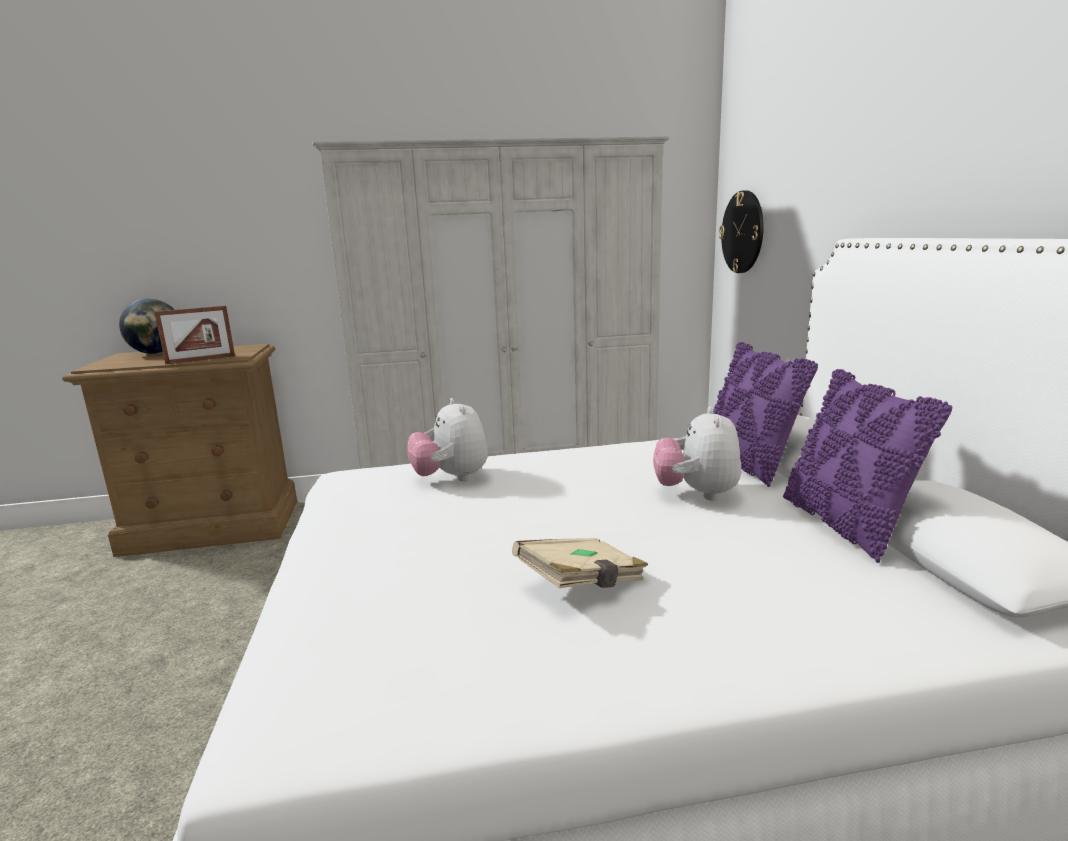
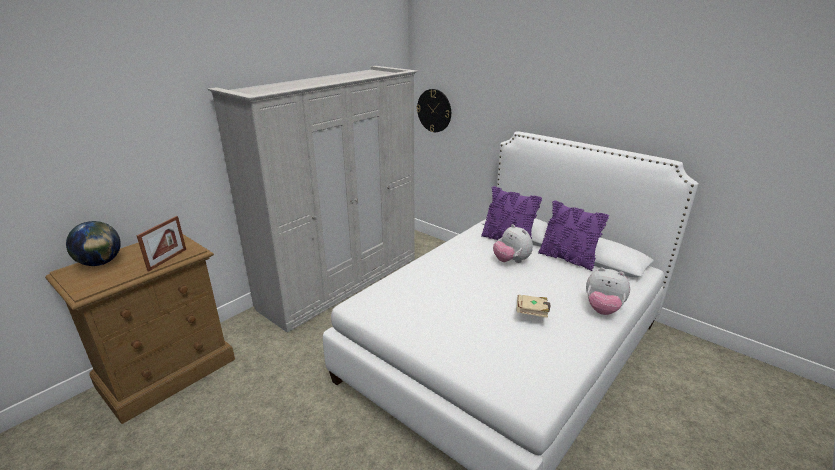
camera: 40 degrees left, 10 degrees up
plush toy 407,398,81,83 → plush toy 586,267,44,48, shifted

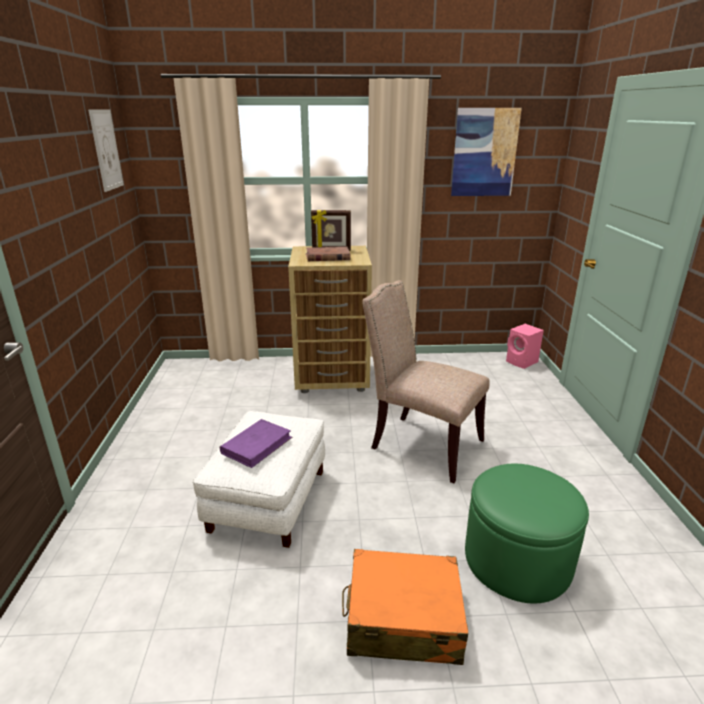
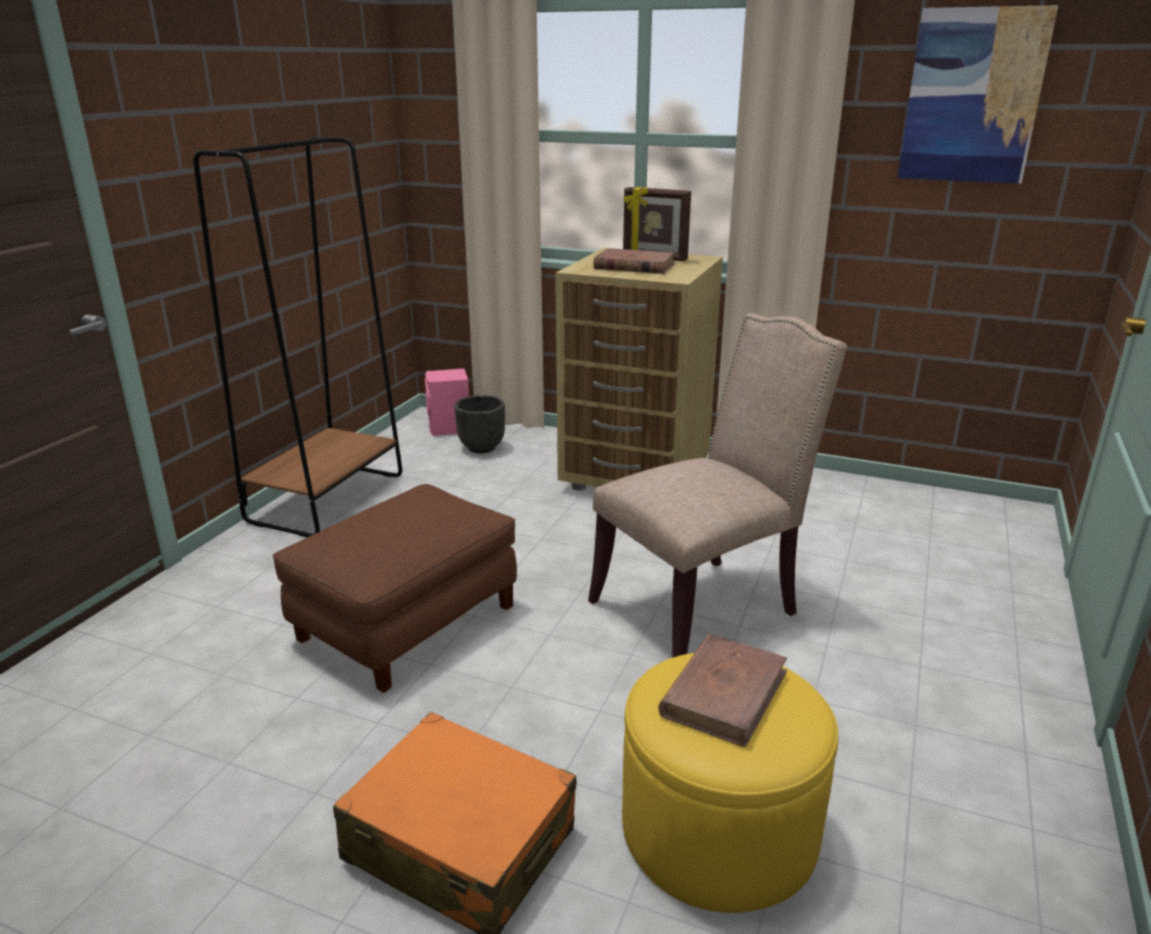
camera: 25 degrees right, 0 degrees up
- → clothes rack 193,137,209,400
white ottoman 193,410,132,138 → brown ottoman 272,484,245,209
pink speaker 506,324,38,45 → pink speaker 425,369,44,67, shifted
- → black planter 454,395,51,58
beige chair 363,280,127,203 → beige chair 588,313,259,345, 90 degrees clockwise
green ottoman 465,464,124,139 → yellow ottoman 622,653,216,260
- → brown book 658,634,129,113
picture 88,110,36,82 → -
purple book 220,419,72,49 → -

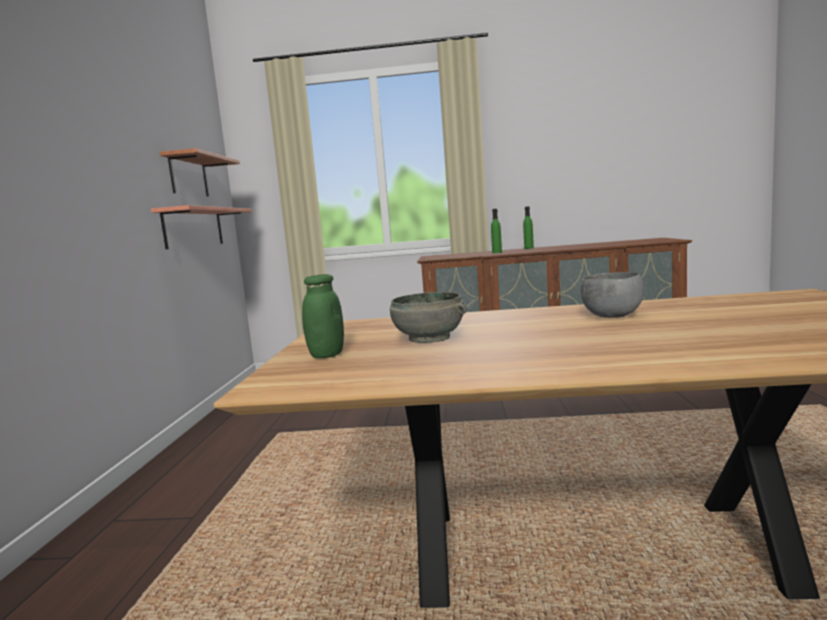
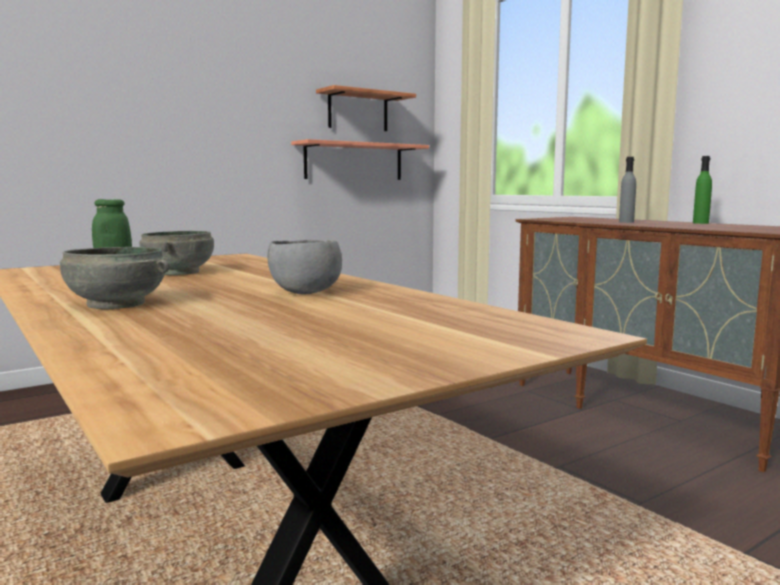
camera: 50 degrees right, 0 degrees up
- → grey bowl 60,247,110,62
green bottle 491,209,11,44 → grey bottle 619,157,17,66

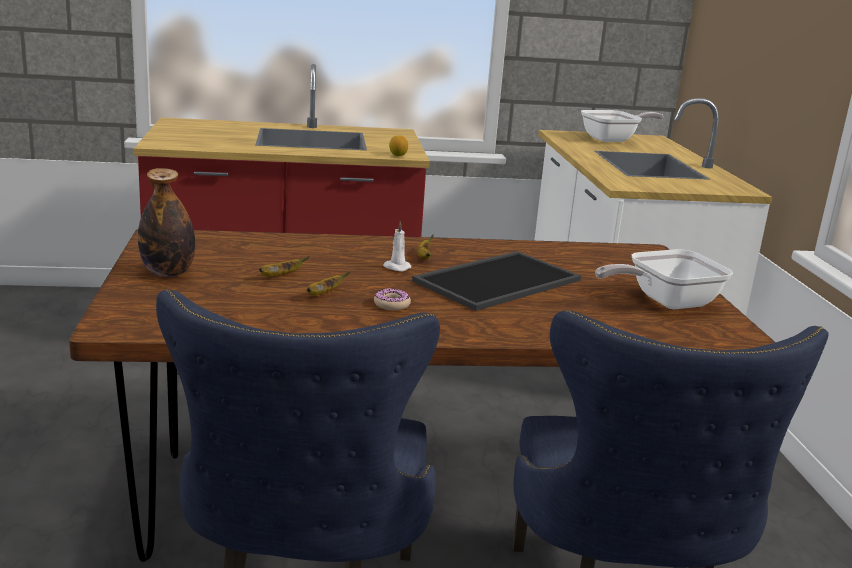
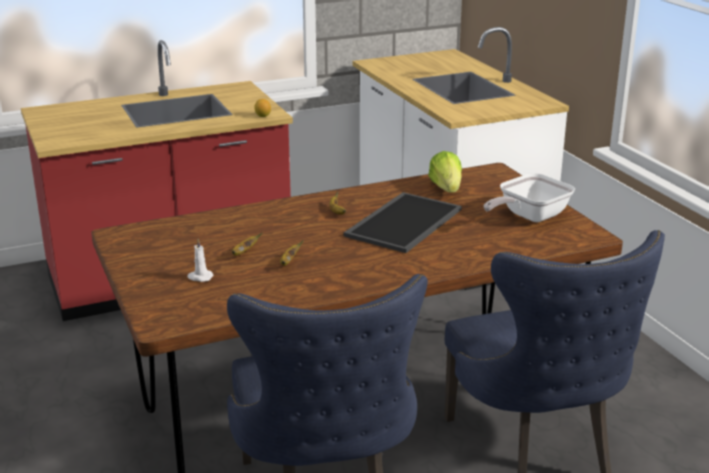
camera: 15 degrees left, 5 degrees up
white candle 383,221,28,50 → white candle 187,239,27,43, shifted
- → lettuce 428,151,34,41
bottle 138,168,57,109 → -
donut 374,288,37,23 → -
frying pan 581,110,83,32 → -

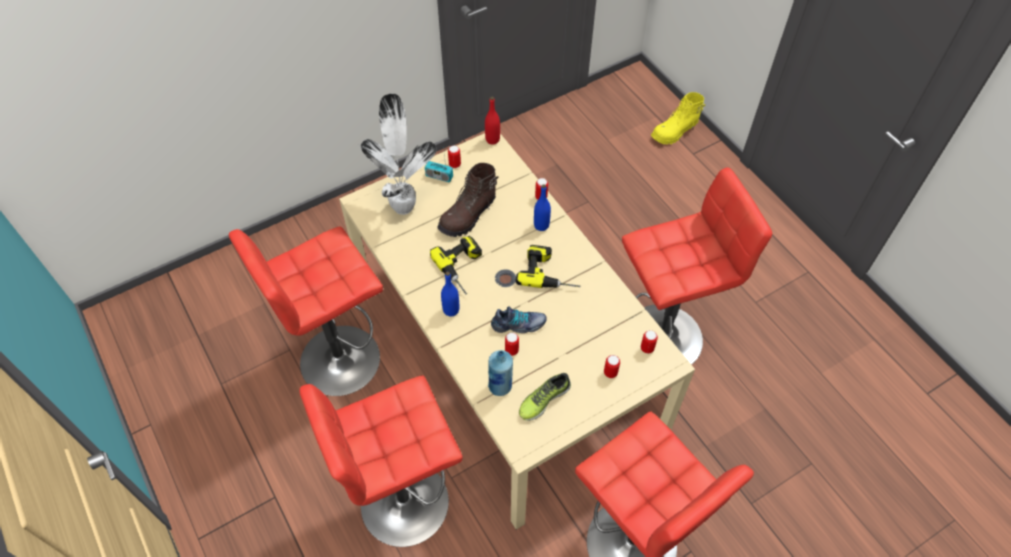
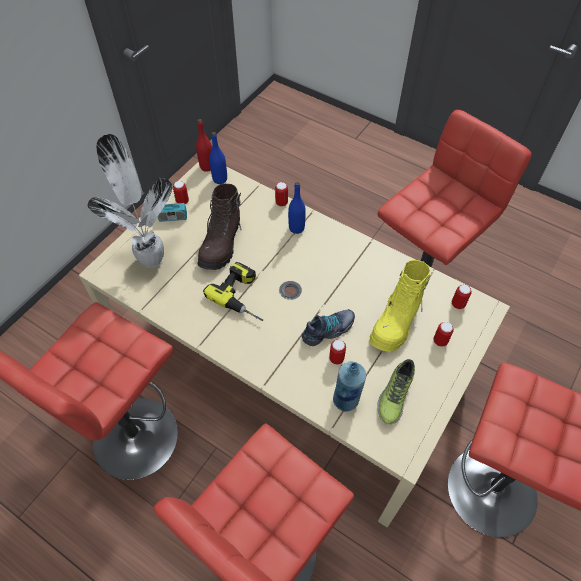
camera: 25 degrees left, 0 degrees up
blue bottle 441,272,18,44 → blue bottle 209,132,18,52, shifted
yellow boot 651,92,55,53 → yellow boot 369,260,63,92, shifted
power drill 516,245,65,43 → -

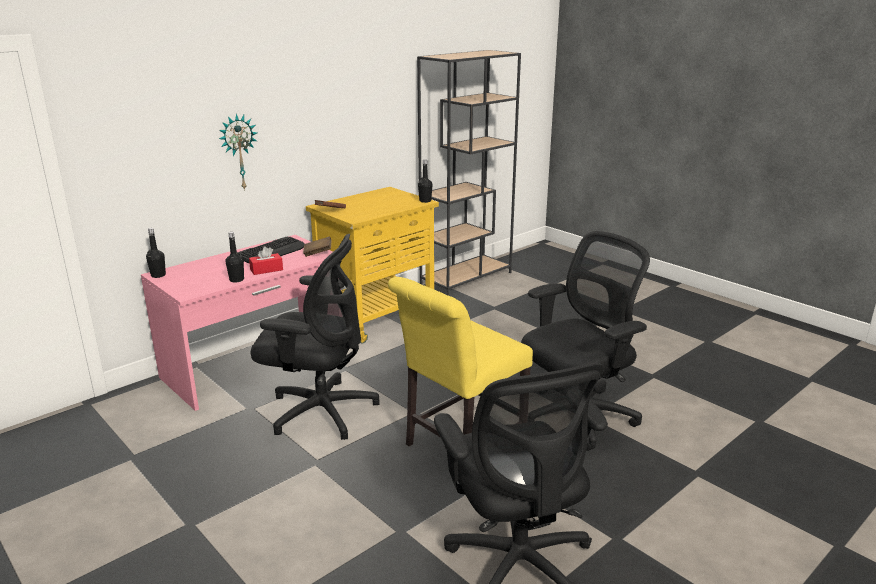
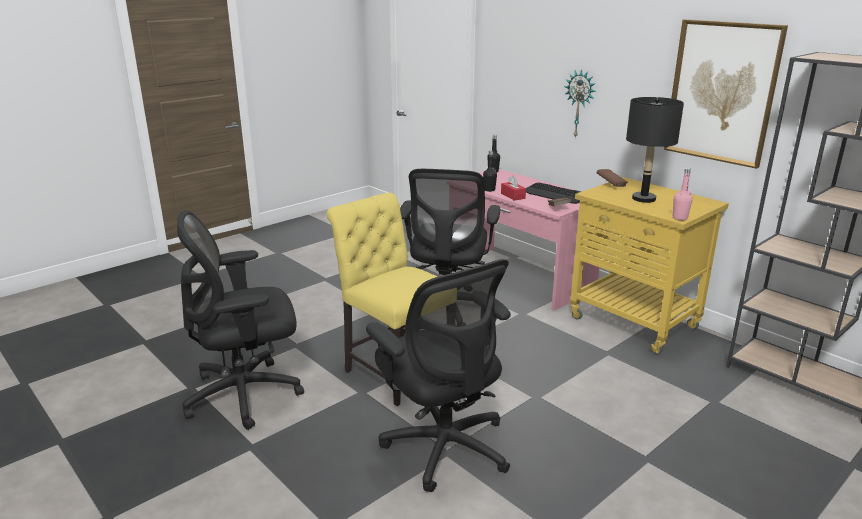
camera: 90 degrees right, 0 degrees up
- → black table lamp 626,97,58,106
- → picture 664,19,124,150
black bottle 418,159,14,44 → pink bottle 673,168,20,52

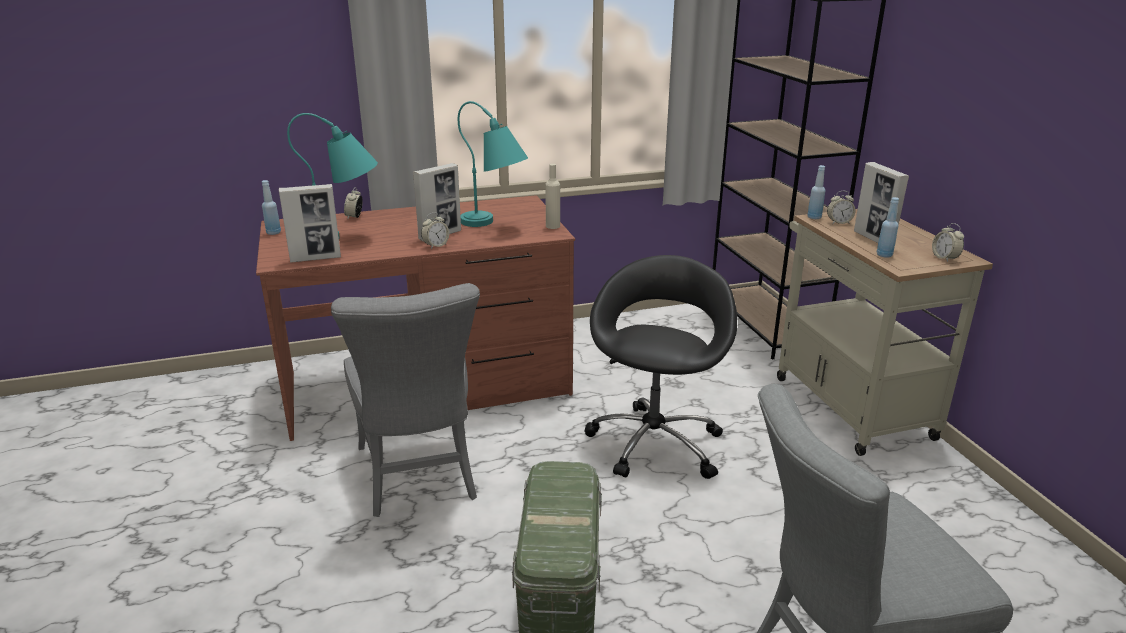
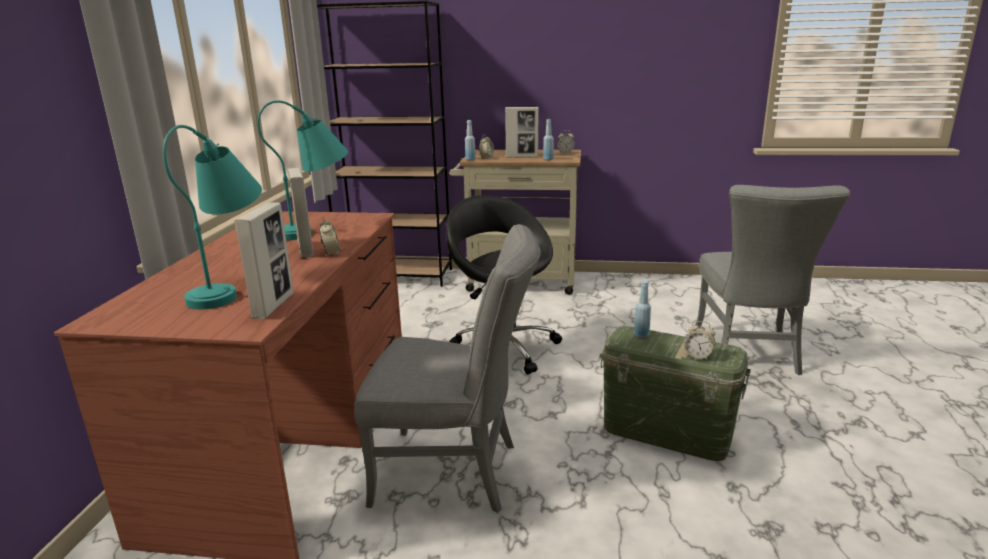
camera: 65 degrees left, 5 degrees down
blue bottle 262,180,19,55 → blue bottle 634,281,17,57, shifted
alarm clock 344,187,19,31 → alarm clock 684,321,32,39, shifted
beige bottle 545,164,15,65 → -

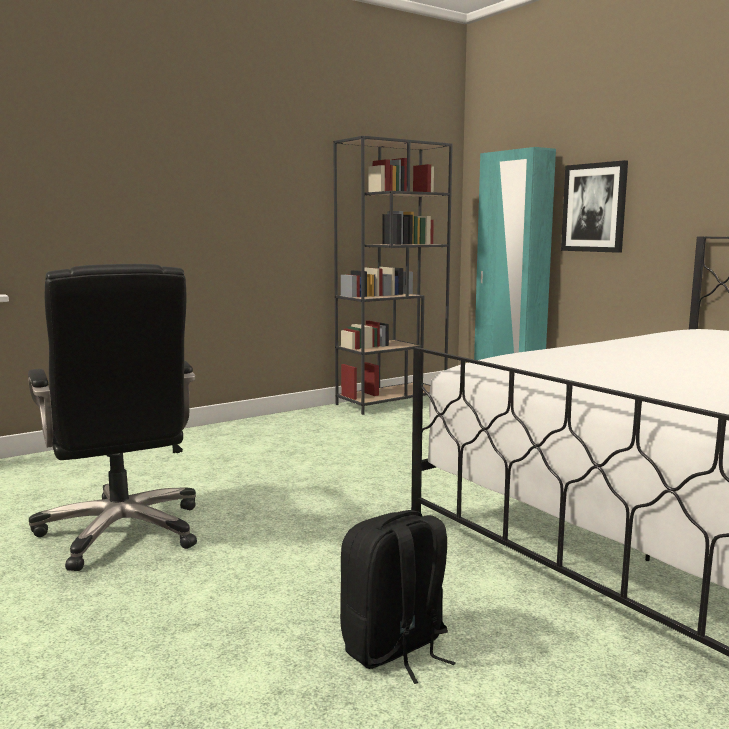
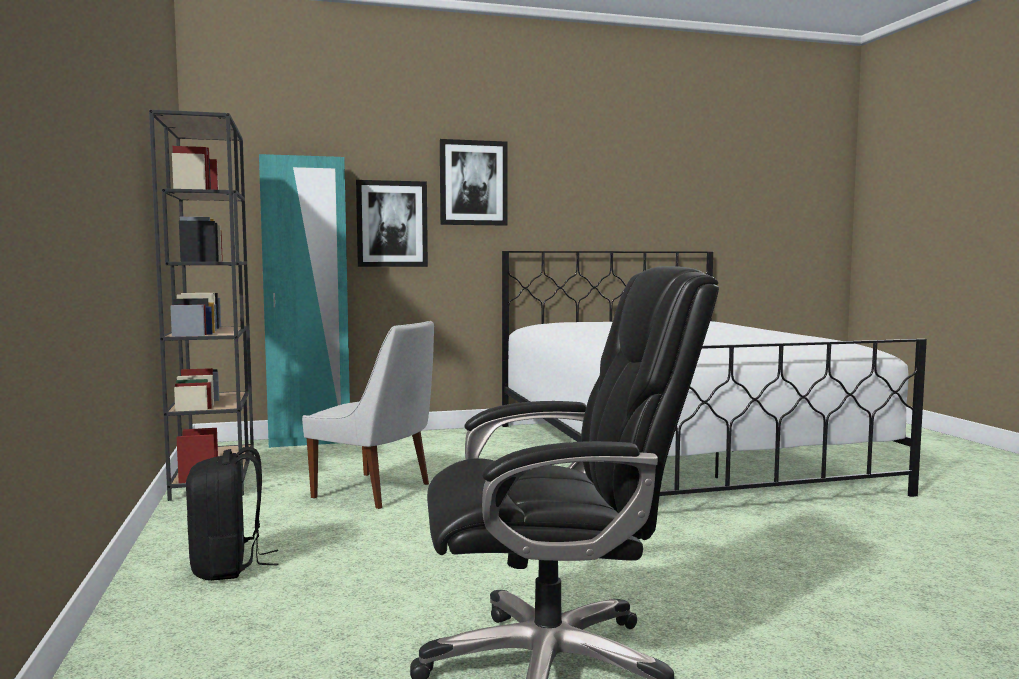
camera: 70 degrees left, 5 degrees down
black backpack 340,510,116,174 → black backpack 186,447,93,134, shifted
- → white chair 302,321,132,188
- → picture 440,139,68,86

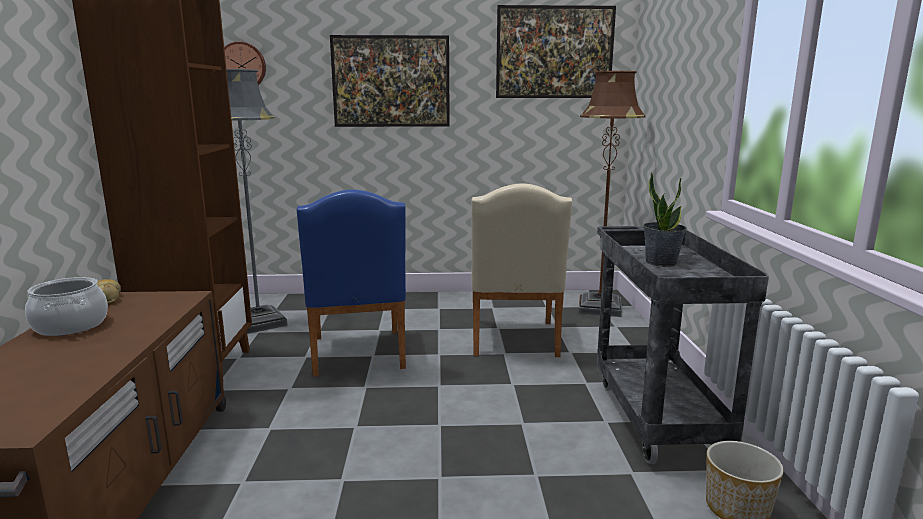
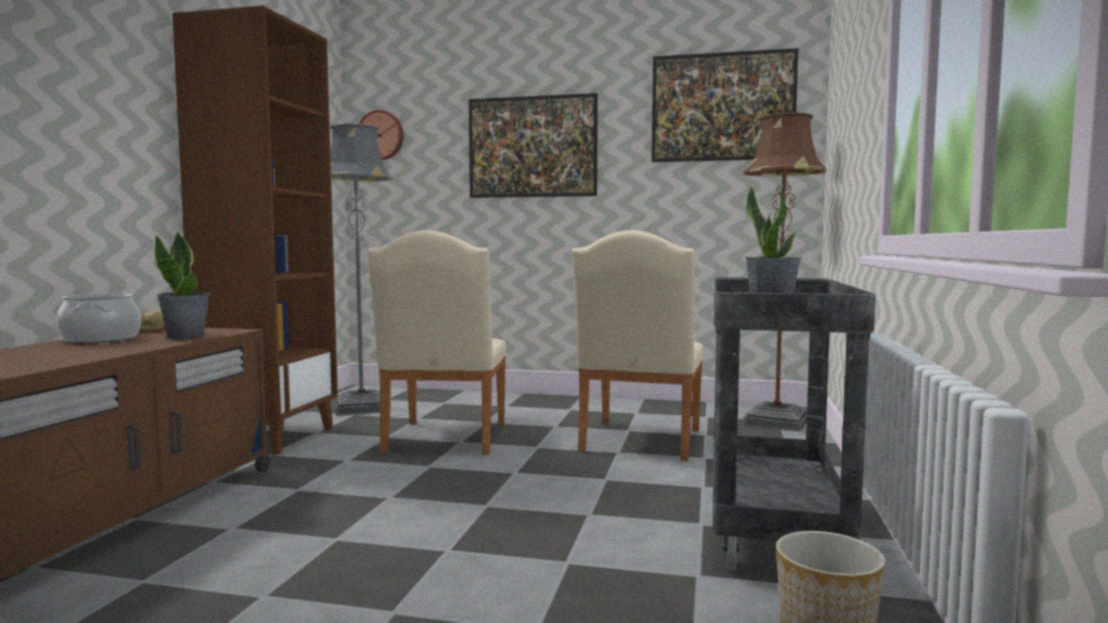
camera: 15 degrees right, 10 degrees down
- → potted plant 155,232,55,107
blue chair 297,189,109,188 → beige chair 367,230,140,225

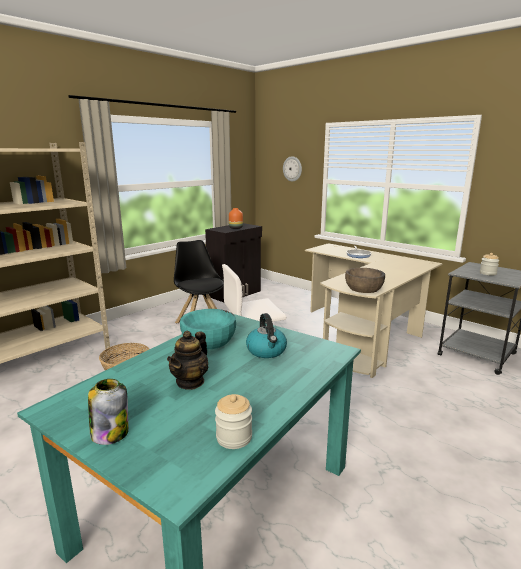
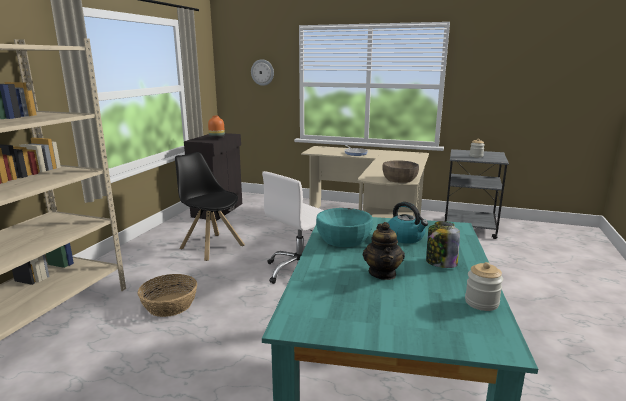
camera: 25 degrees left, 0 degrees up
jar 88,379,41,66 → jar 426,221,34,47, shifted

